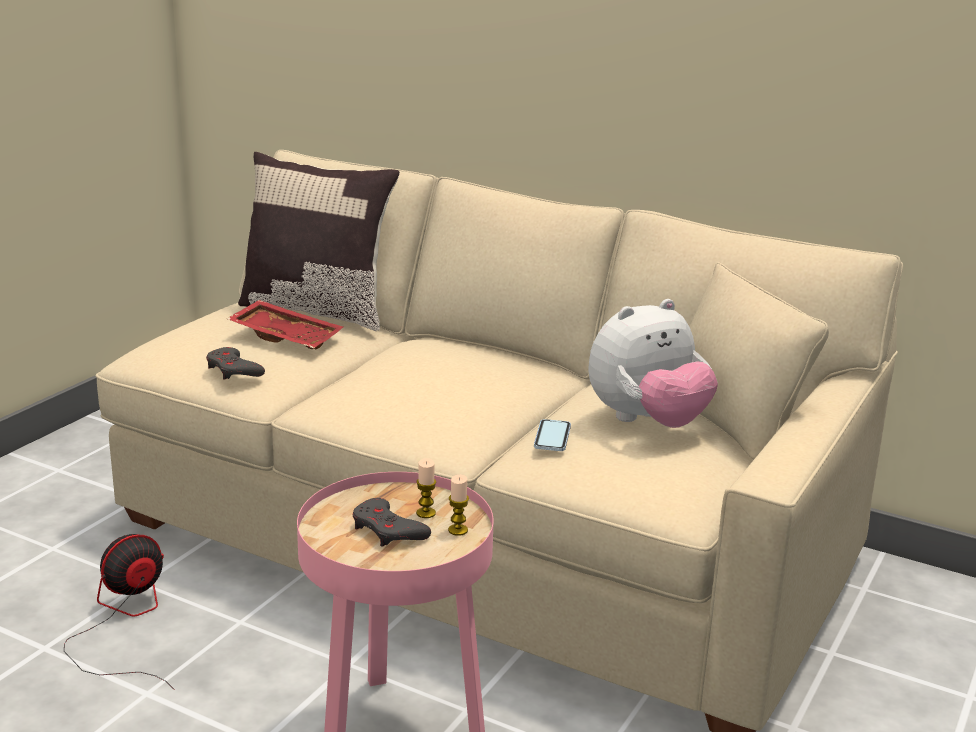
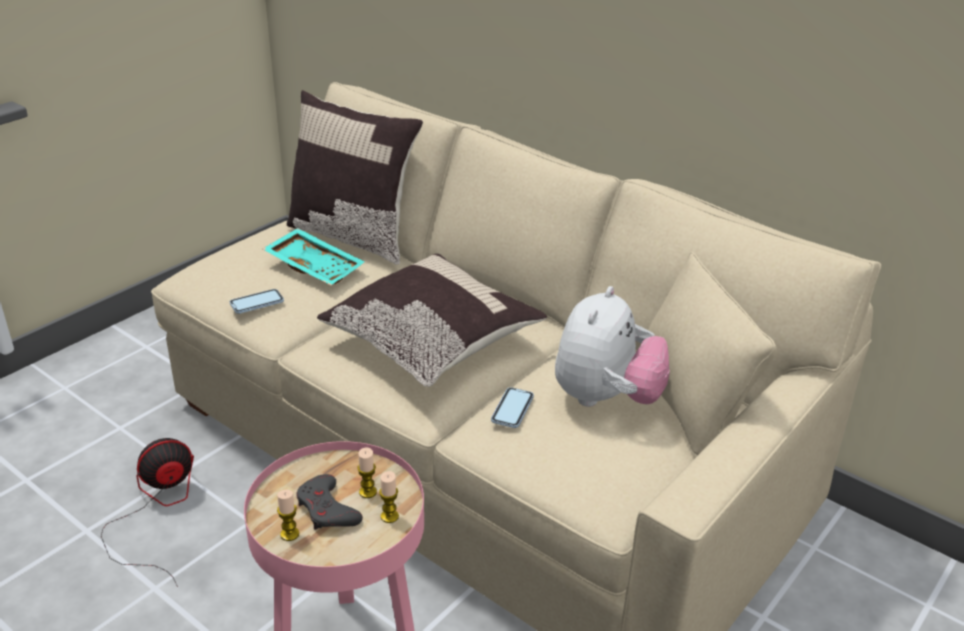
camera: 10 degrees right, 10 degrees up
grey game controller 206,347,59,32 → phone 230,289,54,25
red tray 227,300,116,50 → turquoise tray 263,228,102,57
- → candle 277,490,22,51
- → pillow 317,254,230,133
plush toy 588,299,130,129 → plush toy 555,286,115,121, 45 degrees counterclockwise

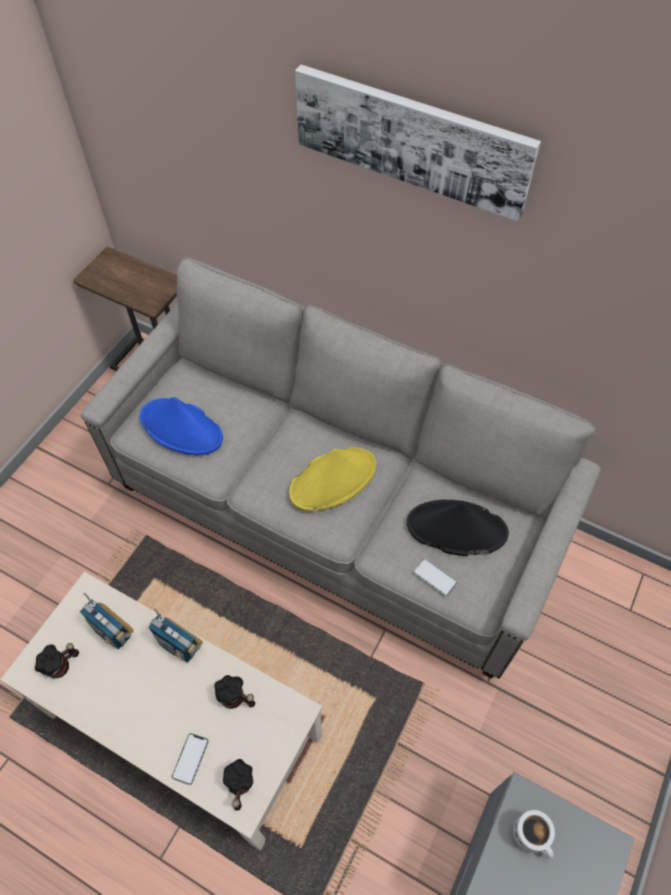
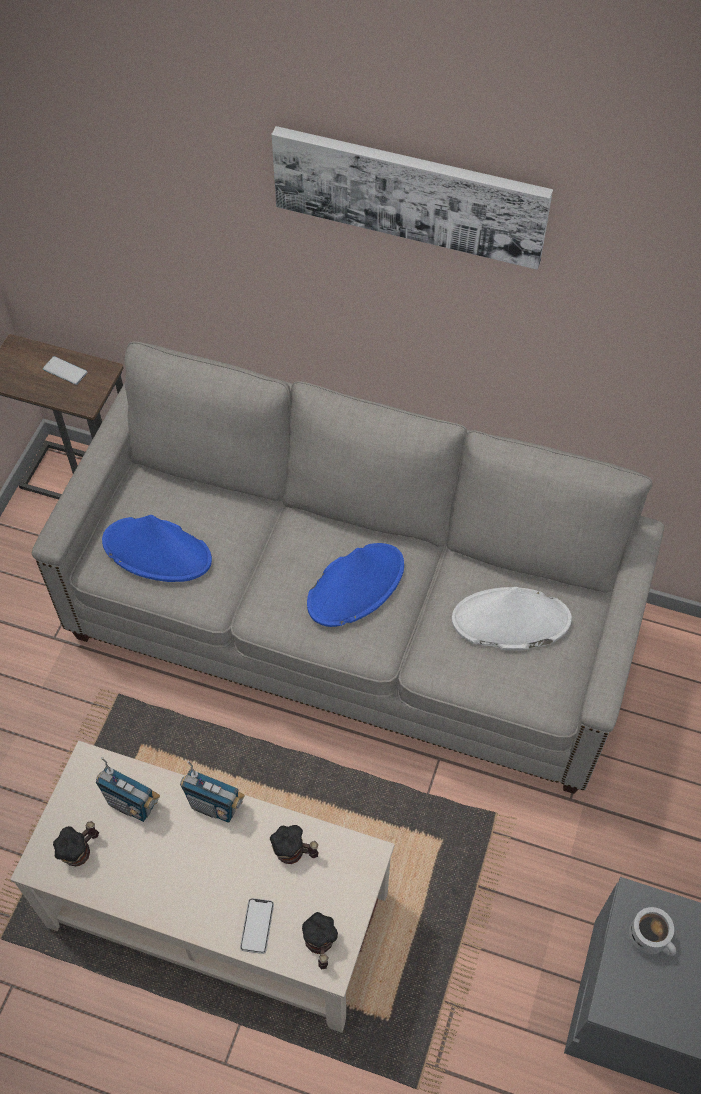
camera: 10 degrees left, 0 degrees up
phone 414,559,43,37 → phone 43,356,45,29, shifted
yellow hat 289,447,87,64 → blue hat 307,543,97,84
black hat 407,500,102,56 → white hat 452,587,120,64

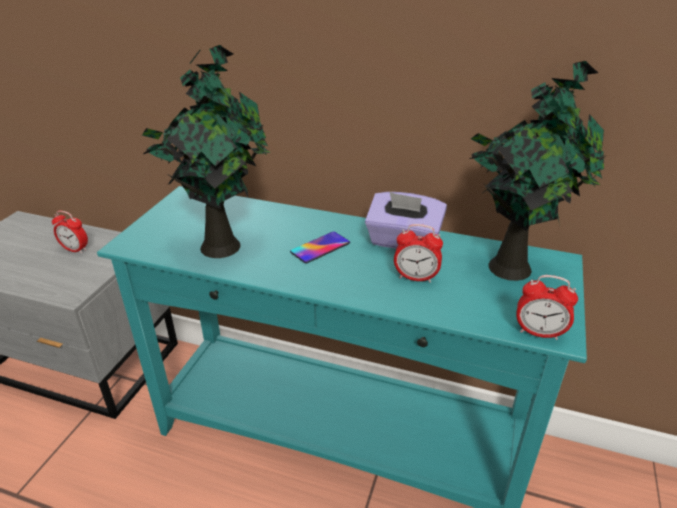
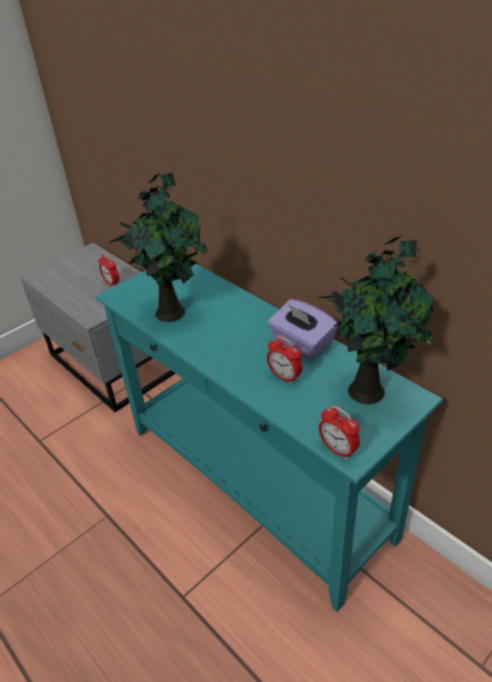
camera: 30 degrees right, 5 degrees up
phone 290,231,60,33 → -

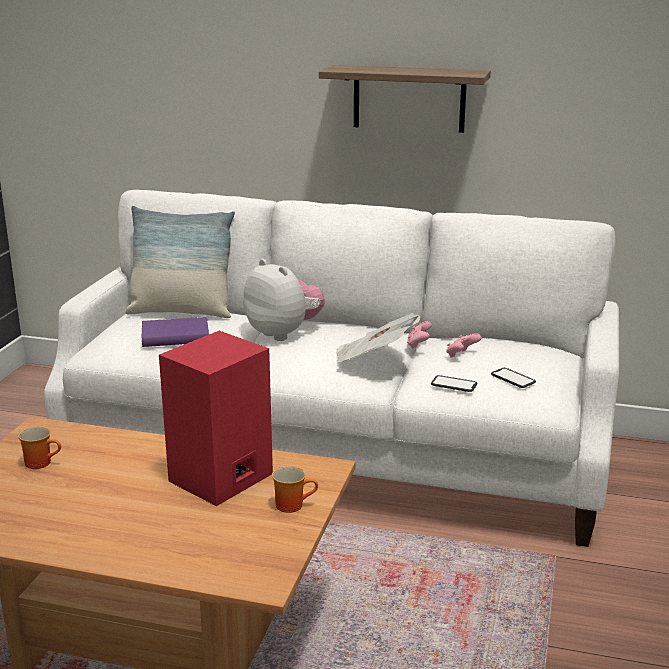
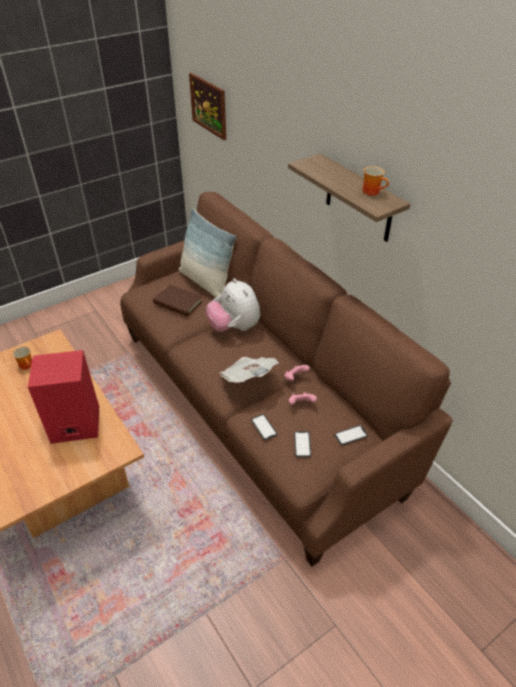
camera: 40 degrees right, 20 degrees up
white sofa 44,190,575,357 → brown sofa 120,192,332,375
purple book 142,317,67,30 → brown book 153,284,50,32
- → picture 189,73,37,67
plush toy 243,259,82,82 → plush toy 206,278,54,54, 150 degrees clockwise
- → phone 334,425,34,20
mug 272,466,46,47 → mug 363,166,26,30, shifted

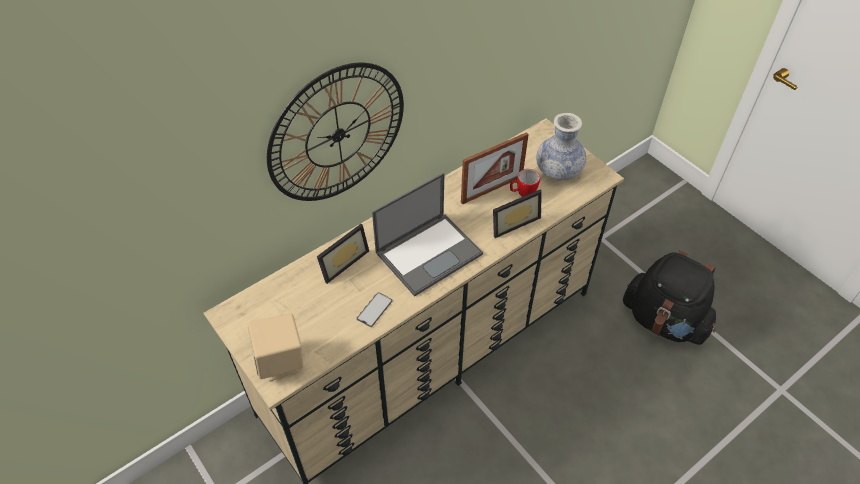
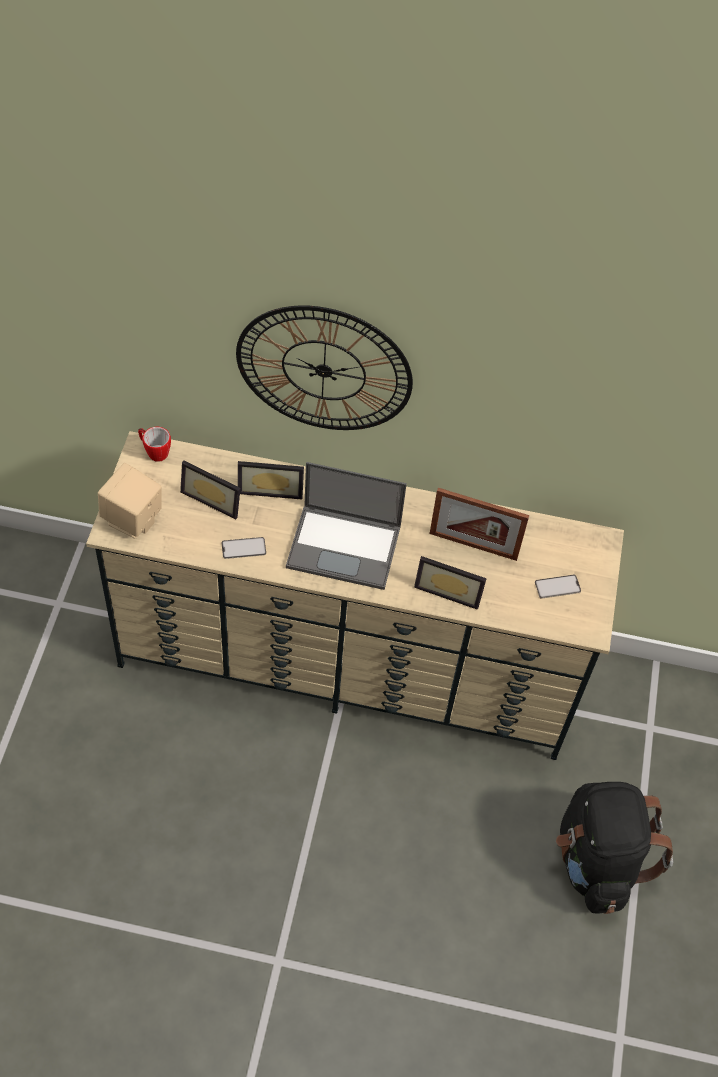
camera: 45 degrees right, 5 degrees up
mug 510,169,30,28 → mug 138,427,33,35, shifted
- → picture frame 180,460,60,60
vase 536,113,50,68 → phone 535,575,46,24

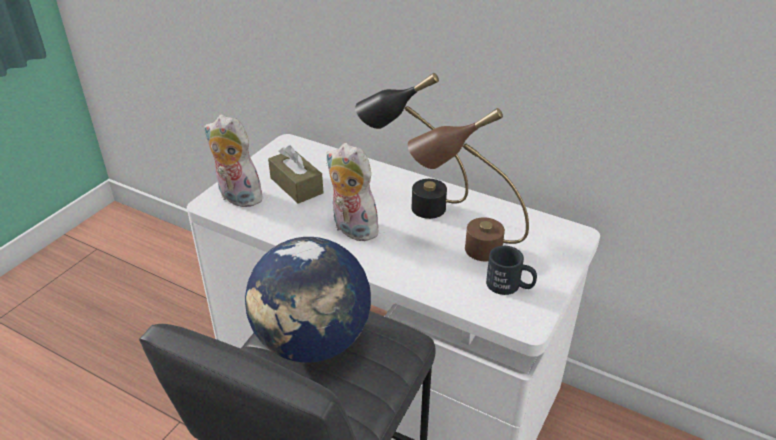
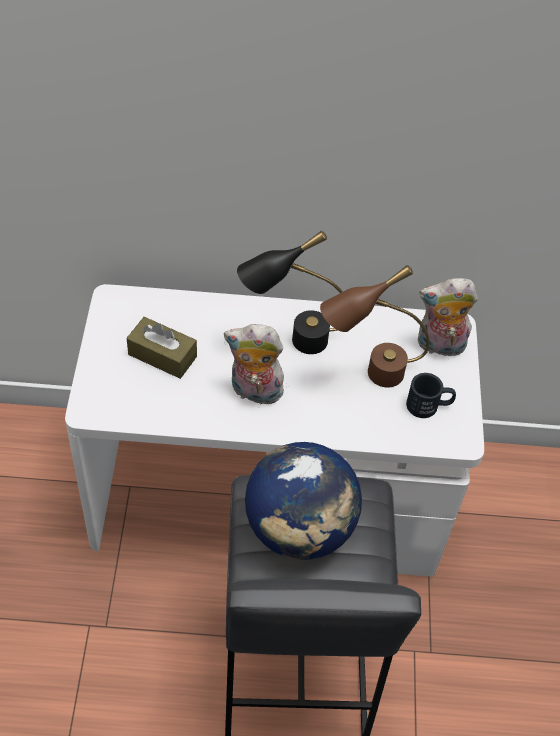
camera: 30 degrees left, 15 degrees up
plush toy 204,115,59,92 → plush toy 418,278,60,79, shifted

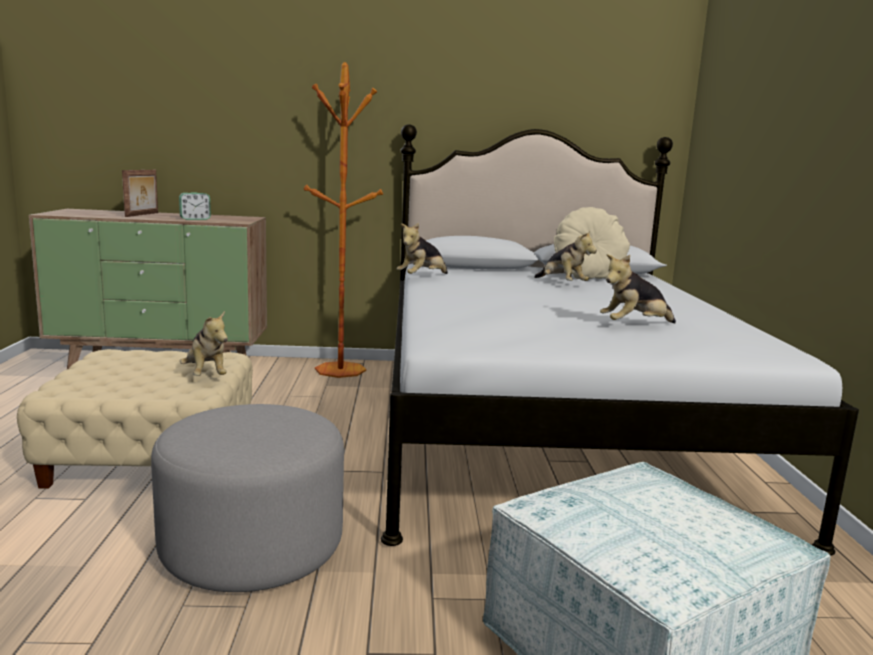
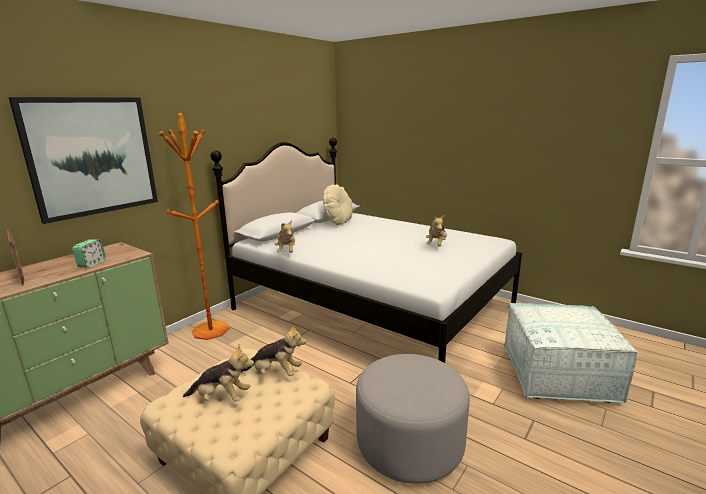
camera: 50 degrees left, 5 degrees up
- → picture 9,97,149,127
plush toy 534,230,63,51 → plush toy 183,345,71,56, shifted

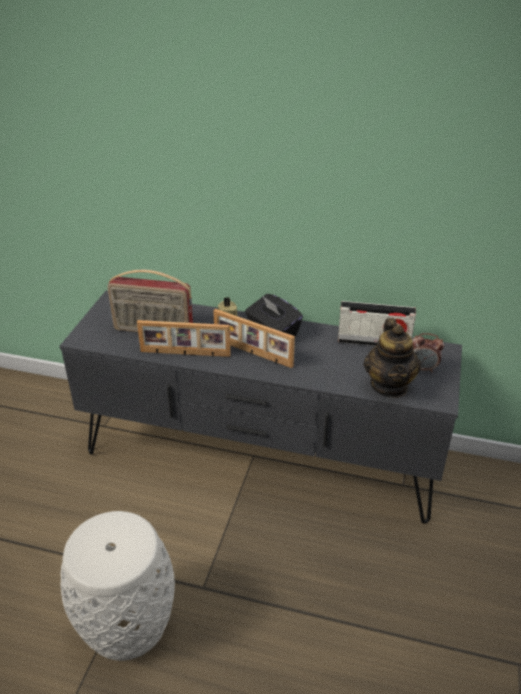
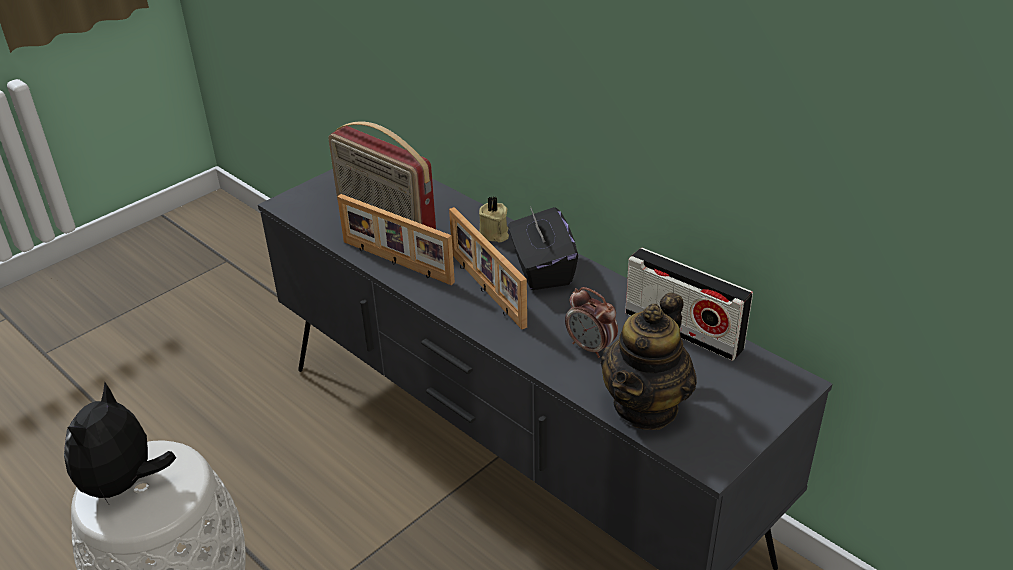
camera: 30 degrees right, 0 degrees up
- → plush toy 64,381,112,123
alarm clock 412,333,32,39 → alarm clock 565,287,53,71, shifted

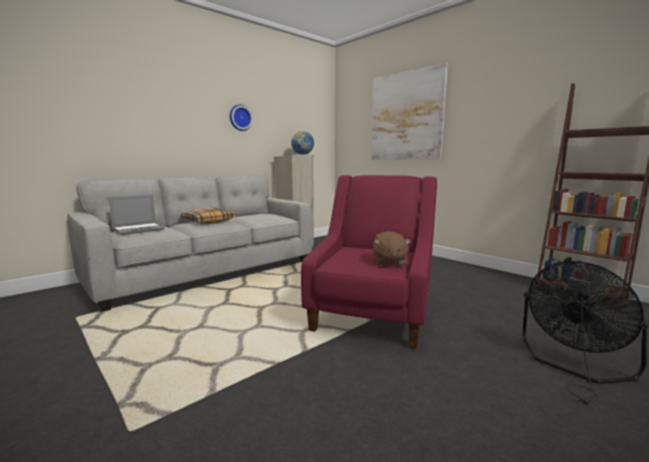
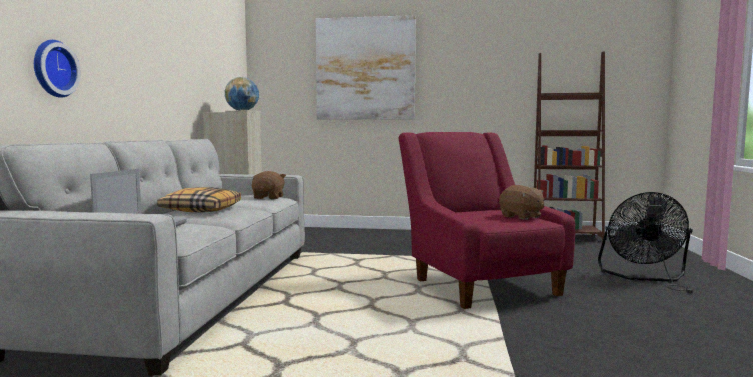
camera: 40 degrees left, 5 degrees down
wall clock 230,104,23,27 → wall clock 34,40,47,58, shifted
- → brown plush toy 252,171,34,28

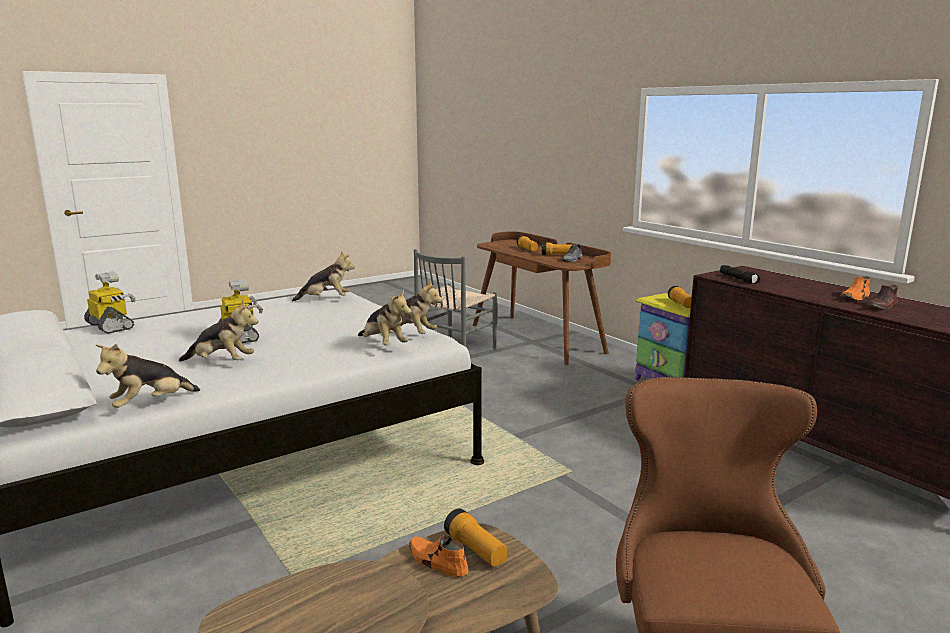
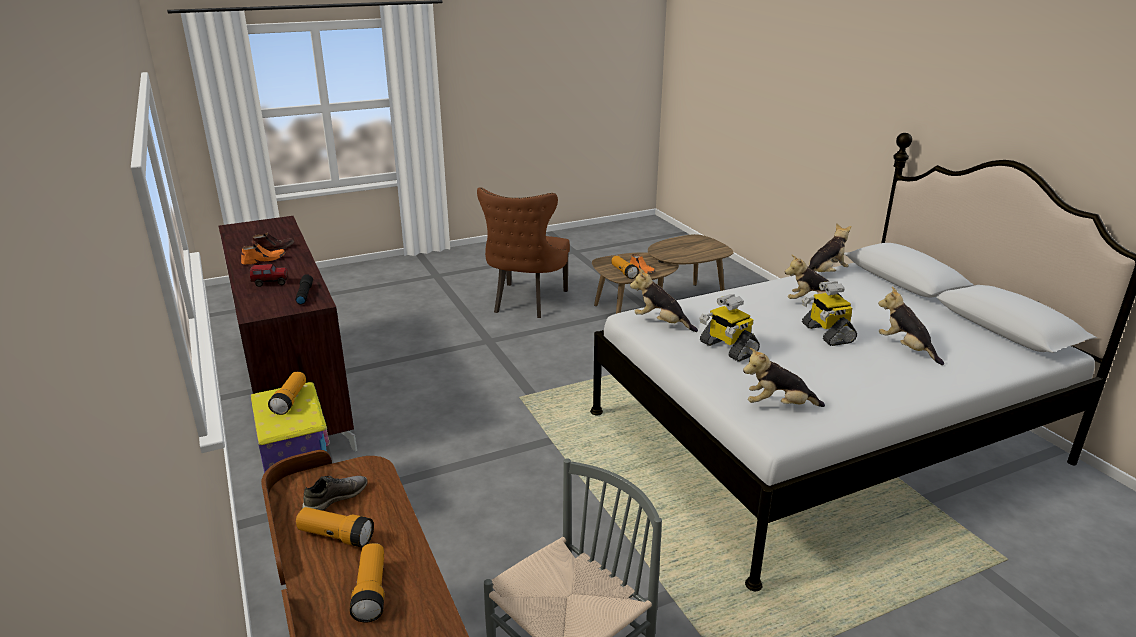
camera: 170 degrees left, 10 degrees up
- → toy truck 250,264,38,23
toy robot 84,271,52,62 → toy robot 700,294,60,68, shifted
plush toy 358,289,54,56 → plush toy 878,287,66,78, shifted

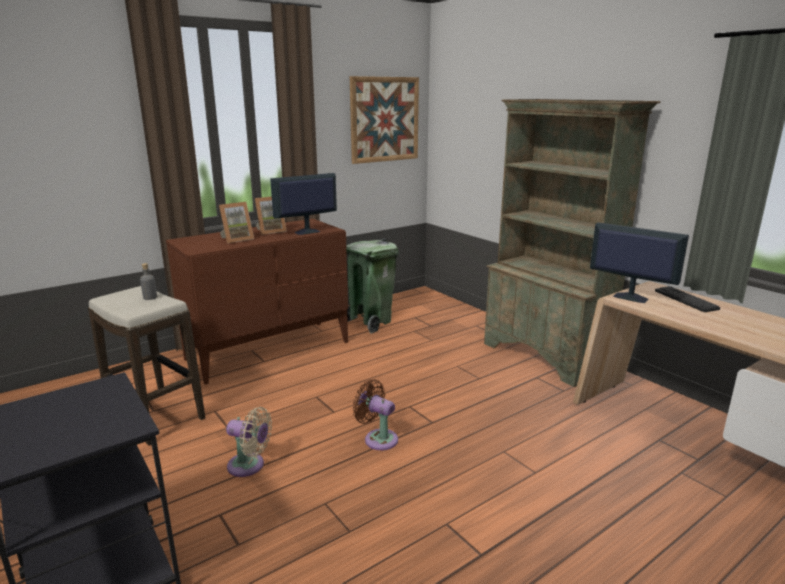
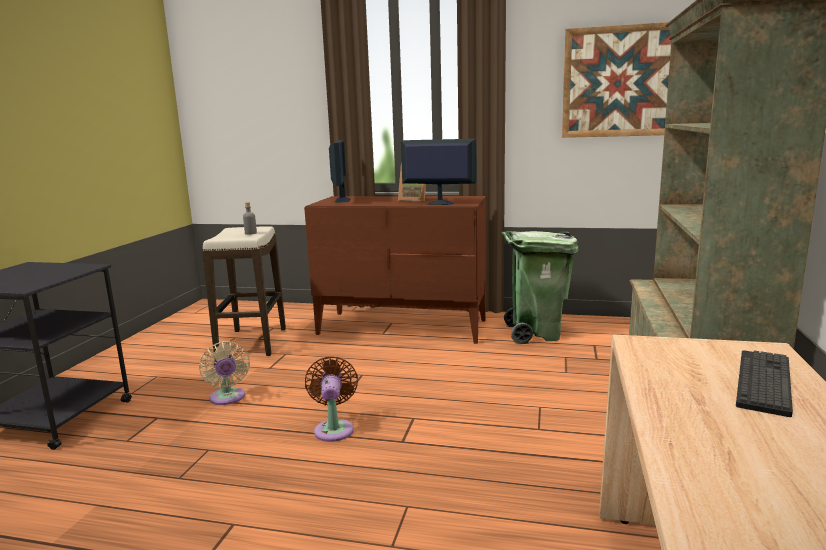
camera: 50 degrees right, 5 degrees down
monitor 590,222,99,81 → monitor 329,140,21,63, shifted
picture frame 219,202,35,42 → -

